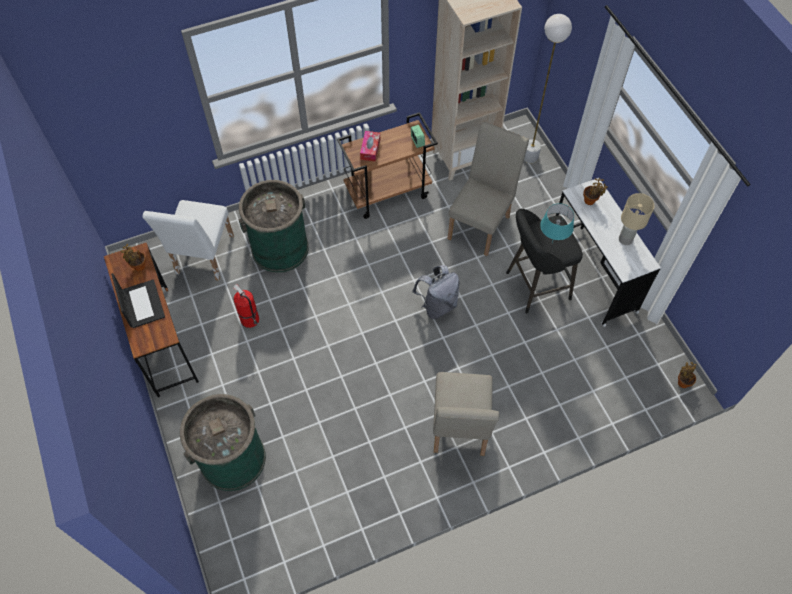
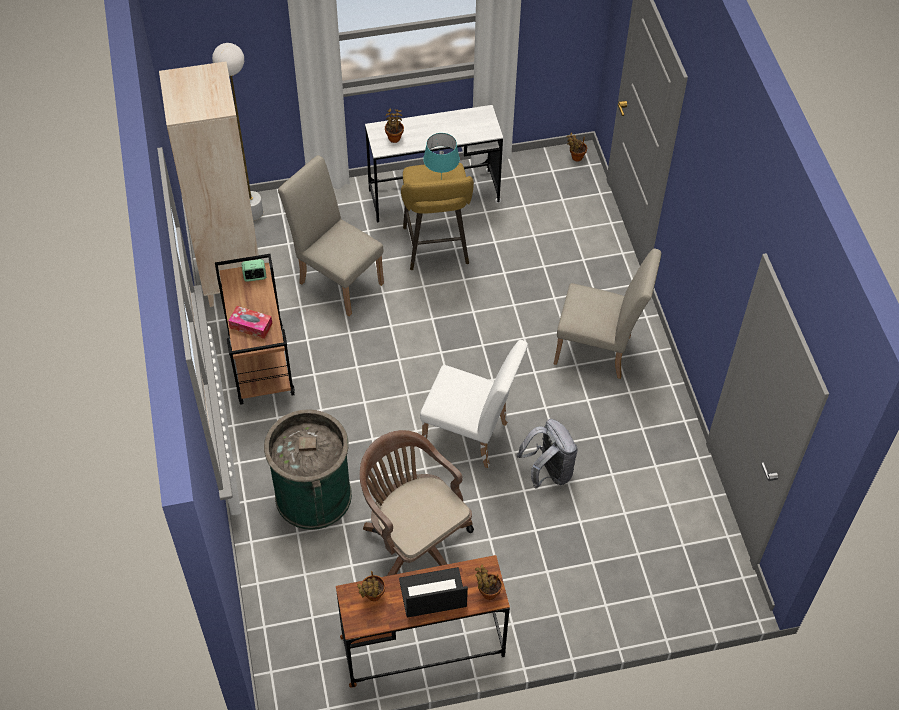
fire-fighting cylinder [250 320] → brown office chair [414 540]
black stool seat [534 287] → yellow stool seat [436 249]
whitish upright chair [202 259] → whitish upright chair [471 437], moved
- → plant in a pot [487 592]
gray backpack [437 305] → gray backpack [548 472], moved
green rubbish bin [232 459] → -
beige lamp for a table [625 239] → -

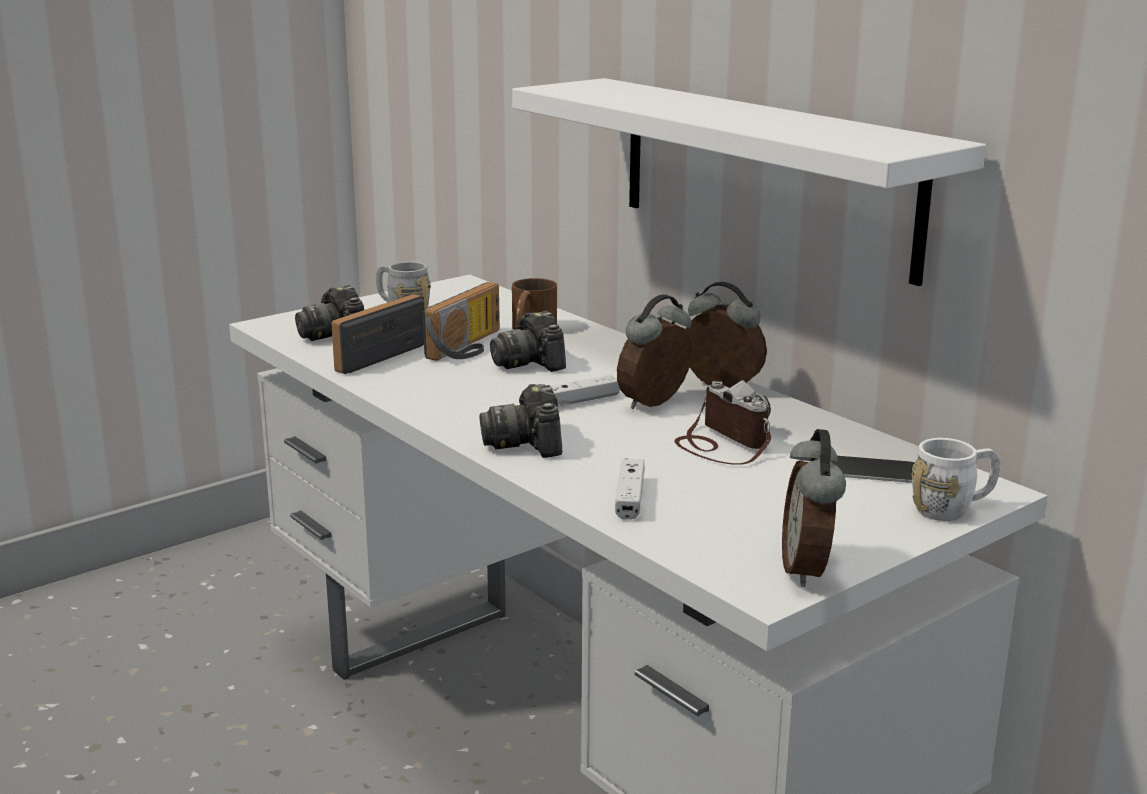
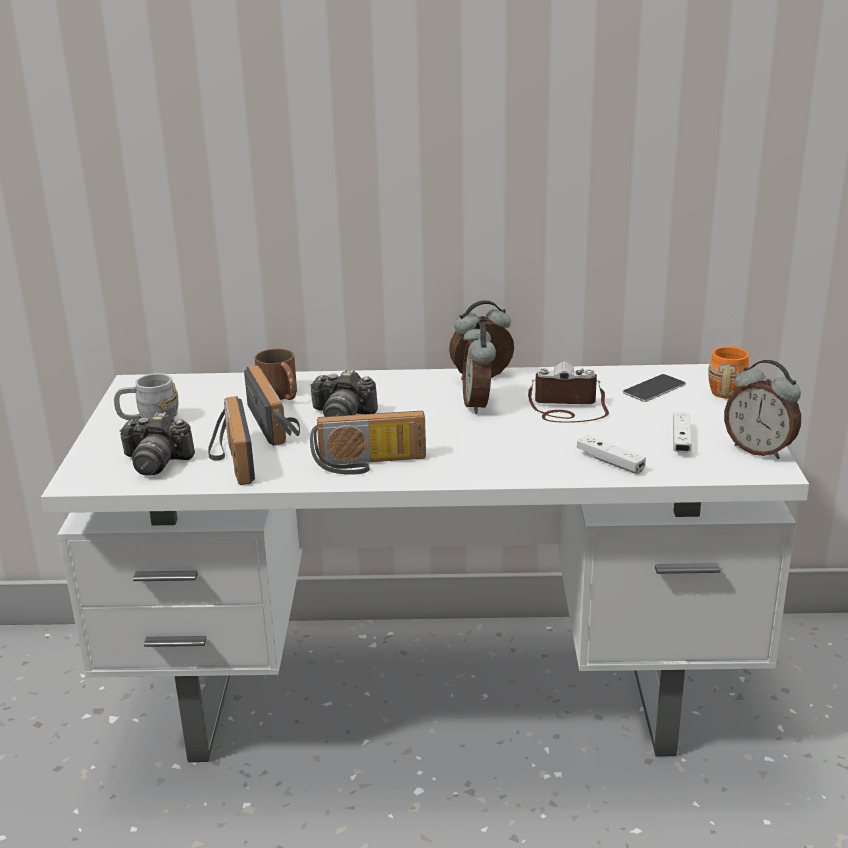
- → radio set [369 464]
whitish joypad [579 401] → whitish joypad [681 440], moved
whitish coffee mug [953 508] → orangey coffee mug [727 389]
photo camera [527 443] → -
whitish bracket shelf [765 175] → -

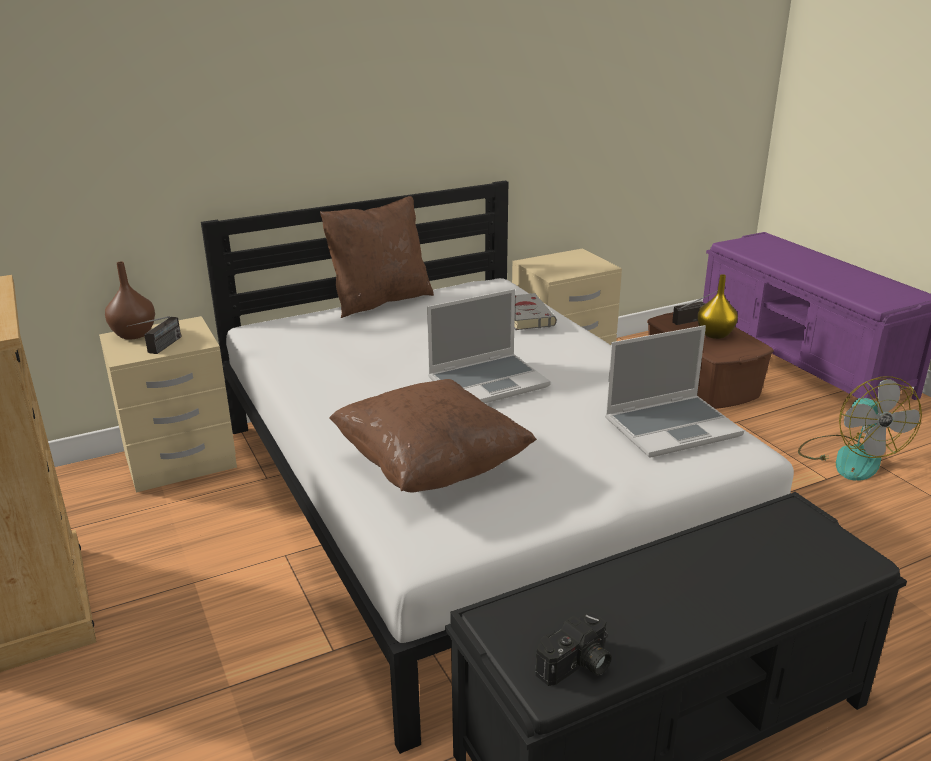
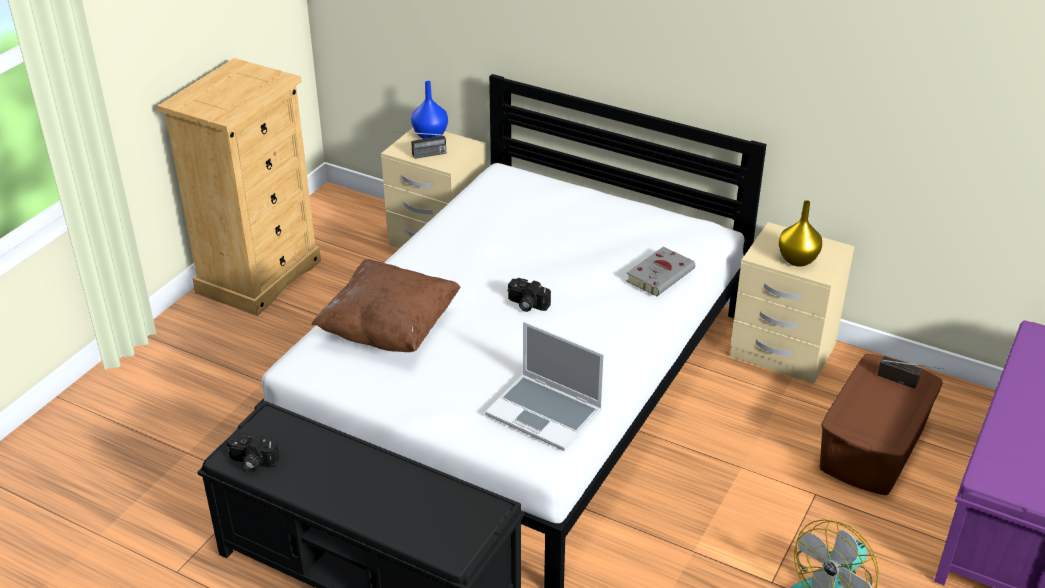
brown flower vase [134 334] → blue flower vase [431 135]
laptop [488 382] → photo camera [526 304]
yellow flower vase [715 335] → yellow flower vase [796 260], moved
brown cushion [380 301] → -

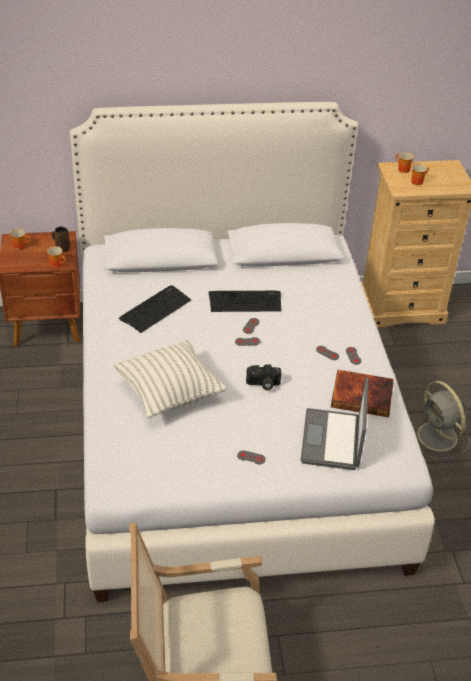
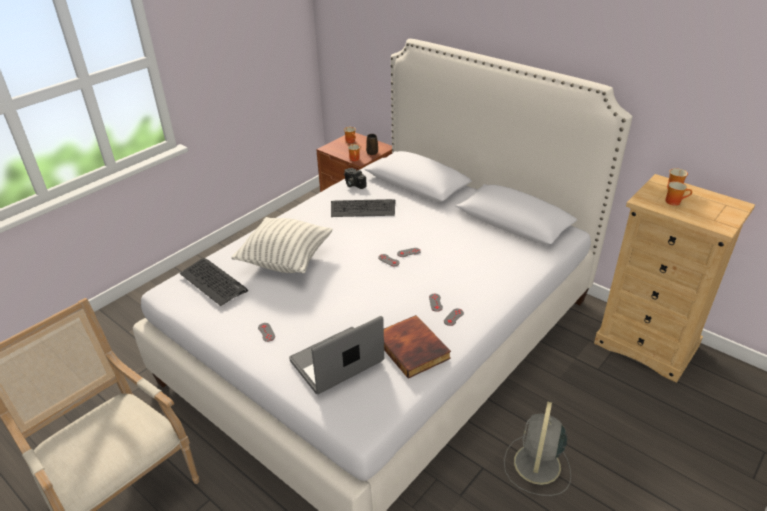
keyboard [245 302] → keyboard [213 282], moved
photo camera [263 384] → photo camera [353 184], moved

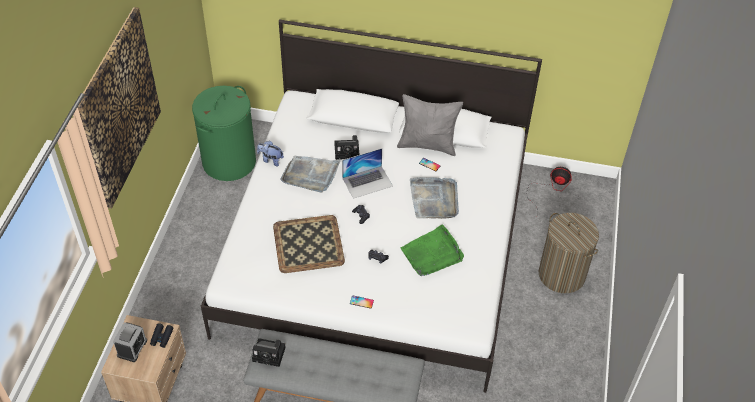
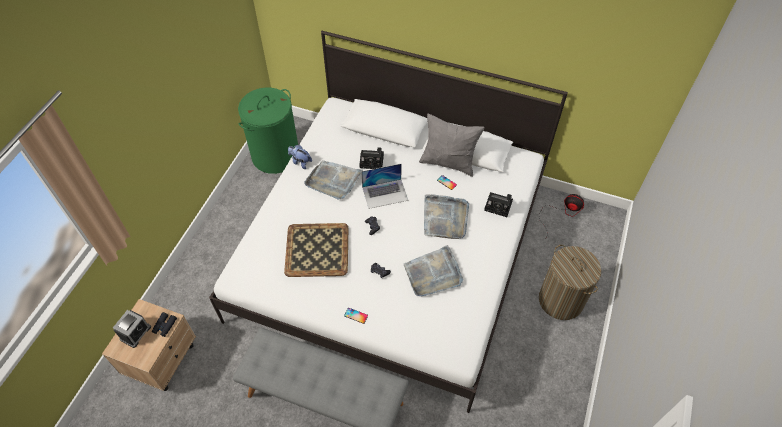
green serving tray [432 254] → gray serving tray [433 273]
photo camera [270 354] → photo camera [499 206], moved
wall art [119 108] → -

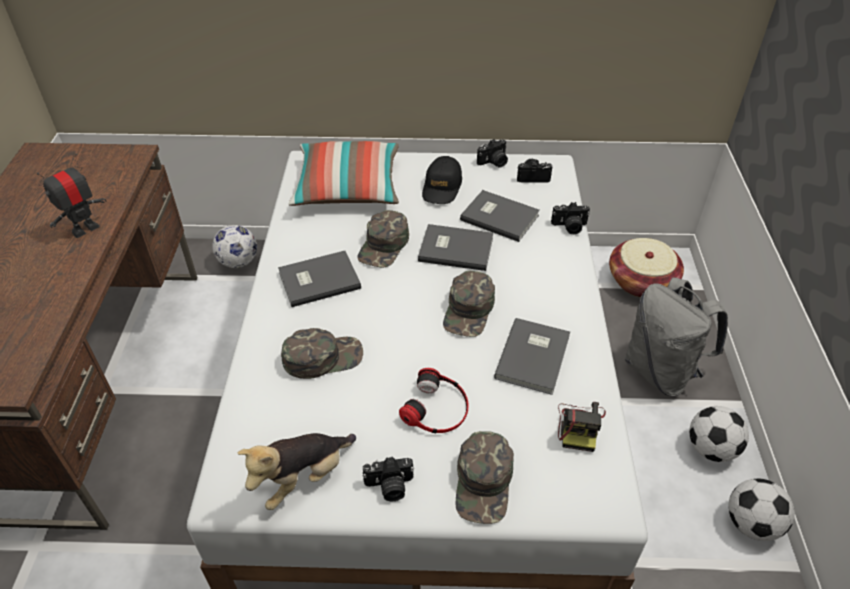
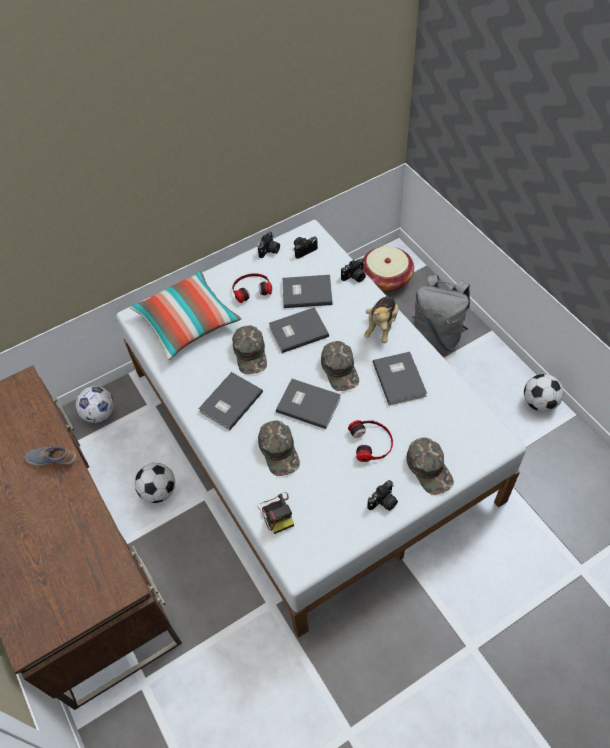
toy robot [85 229] → low shoe [53 459]
football [711 449] → football [159 491], moved
black peaked cap [442 187] → pair of headphones [251 288]
green peaked cap [323 357] → green peaked cap [279 451], 120 degrees clockwise
photo camera [579 426] → photo camera [277 513], moved
- → gray bound book [308 403]
plush toy [303 478] → plush toy [381 326], moved

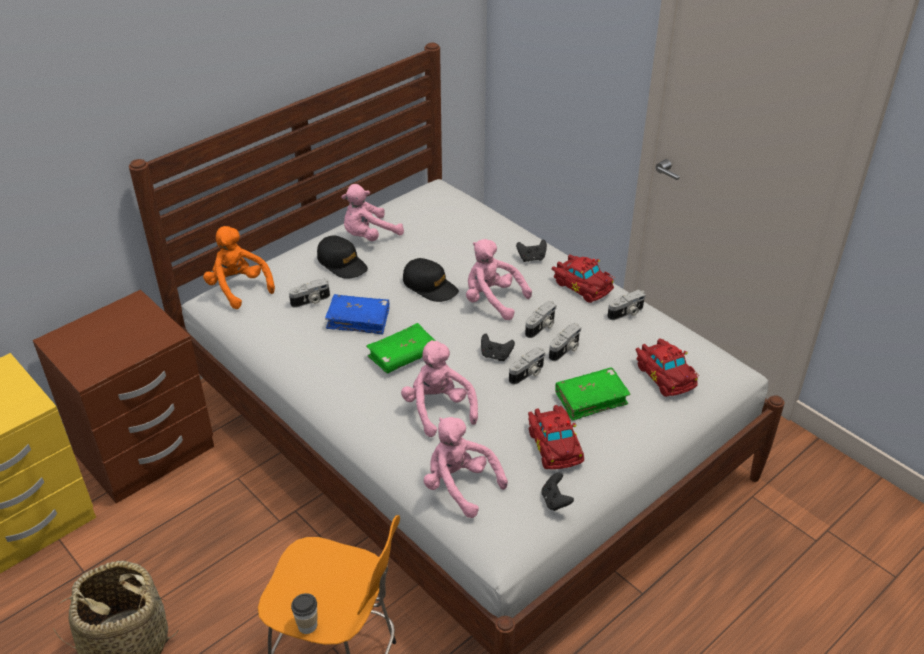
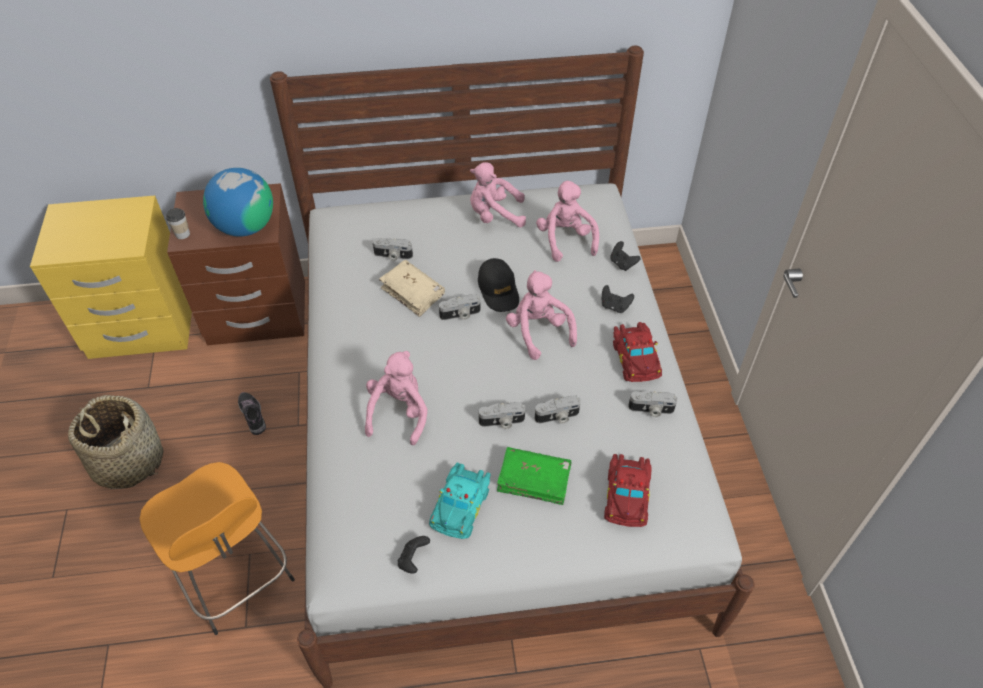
small cup [307 625] → small cup [182 234], moved
- → desk globe [246 226]
- → low shoe [253 415]
blue bound book [358 320] → beige bound book [413 293]
reddish miniature car [555 444] → blue-green miniature car [461 505]
photo camera [541 327] → photo camera [460 315], moved
pinkish plush toy [459 485] → pinkish plush toy [565 240], moved
black joypad [495 355] → black joypad [622 263], moved
orangey plush toy [238 288] → -
black peaked cap [342 263] → -
green bound book [402 356] → -

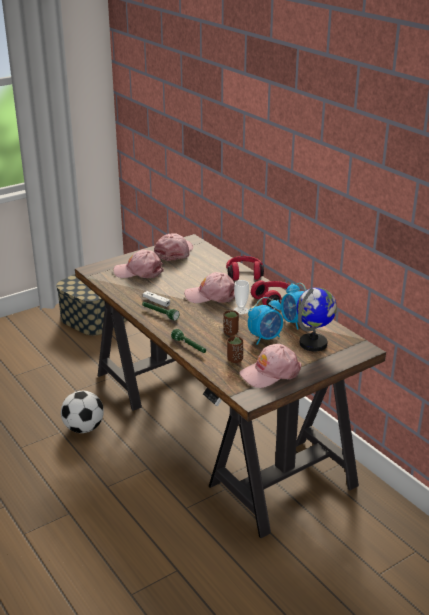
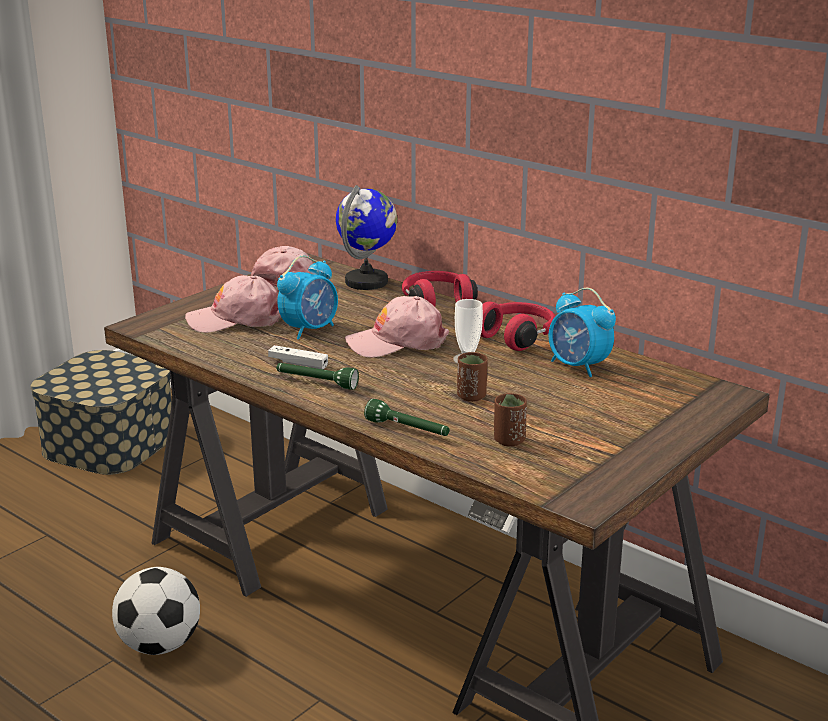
alarm clock [265 338] → alarm clock [310 330], moved
desk globe [313 344] → desk globe [367 282], moved
pinkish peaked cap [270 373] → -

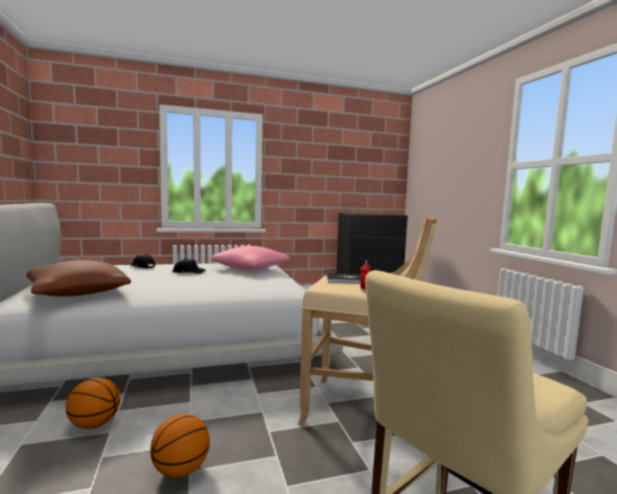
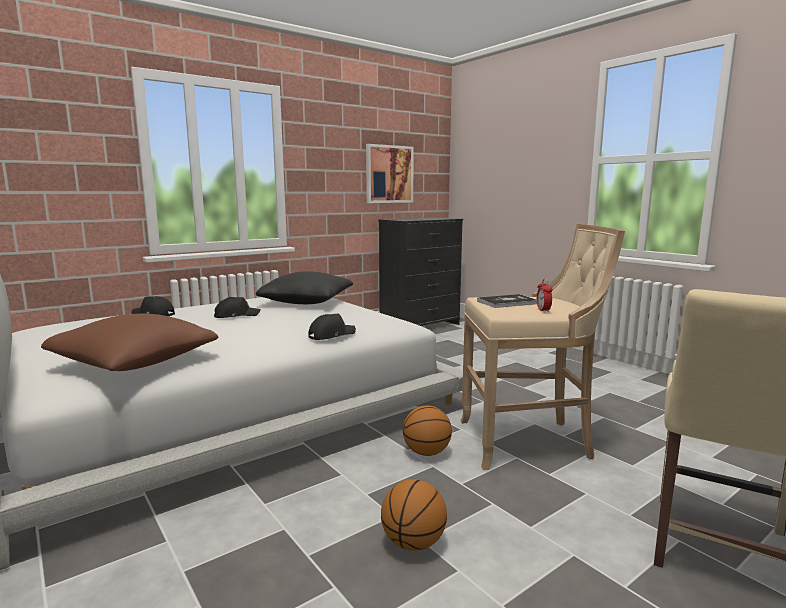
pinkish cushion [250 268] → black cushion [307 302]
- → black peaked cap [331 335]
- → wall art [389 174]
ball for basketball [94 424] → ball for basketball [426 452], moved

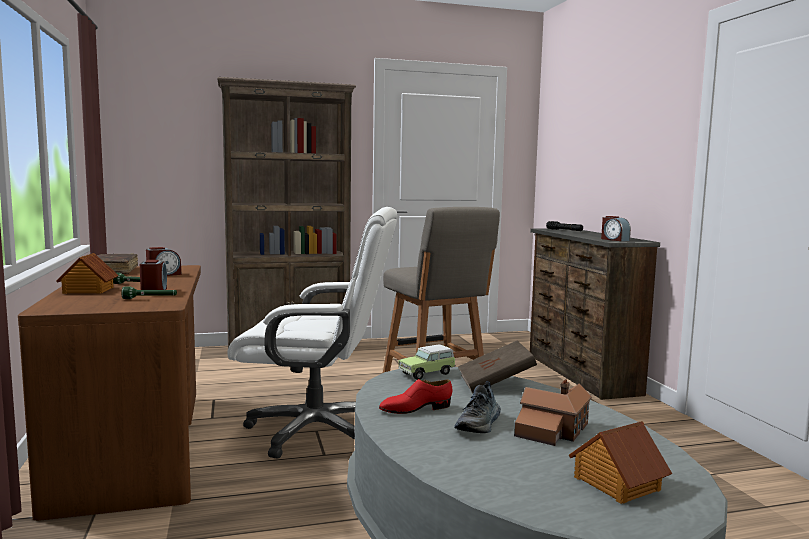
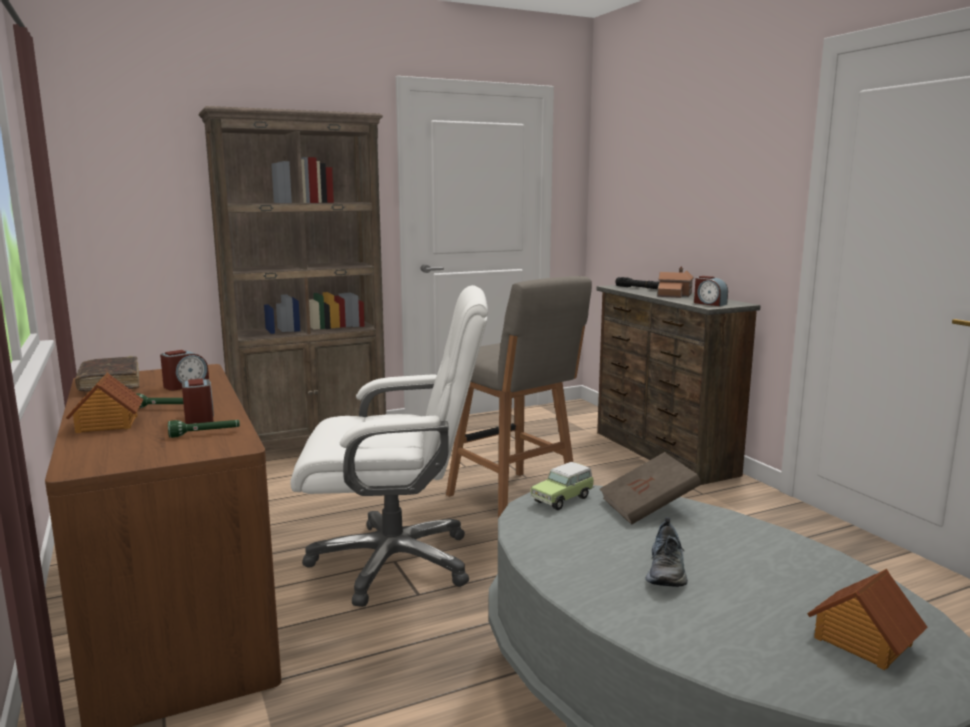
toy house [553 430] → toy house [675 294], moved
reddish low shoe [415 409] → -

